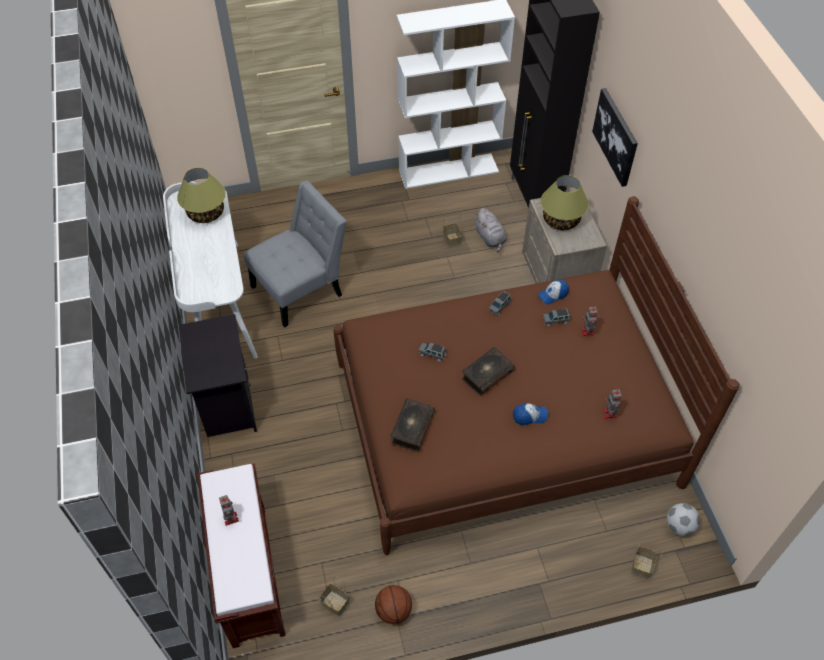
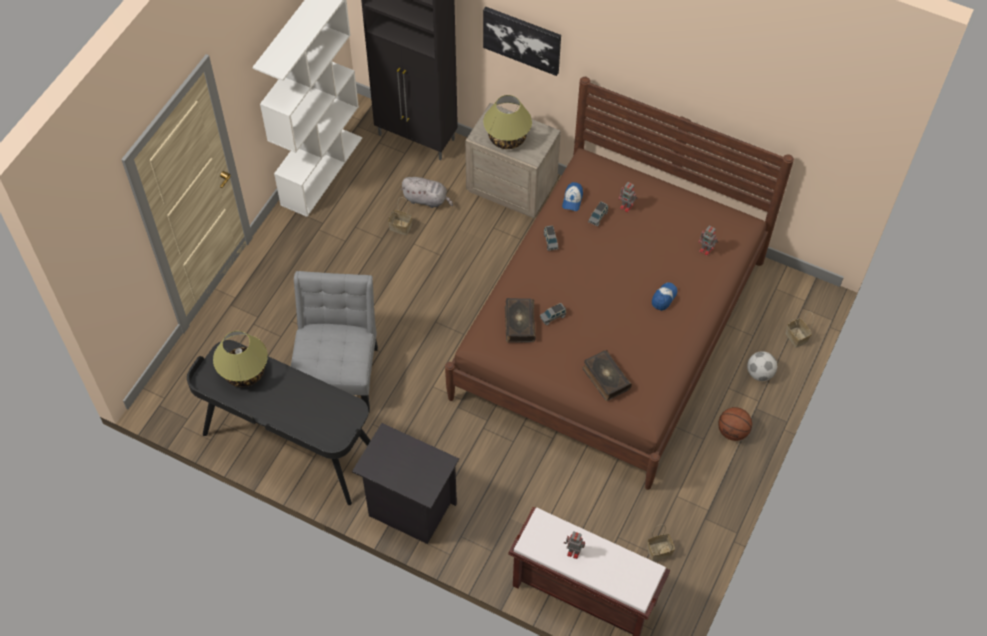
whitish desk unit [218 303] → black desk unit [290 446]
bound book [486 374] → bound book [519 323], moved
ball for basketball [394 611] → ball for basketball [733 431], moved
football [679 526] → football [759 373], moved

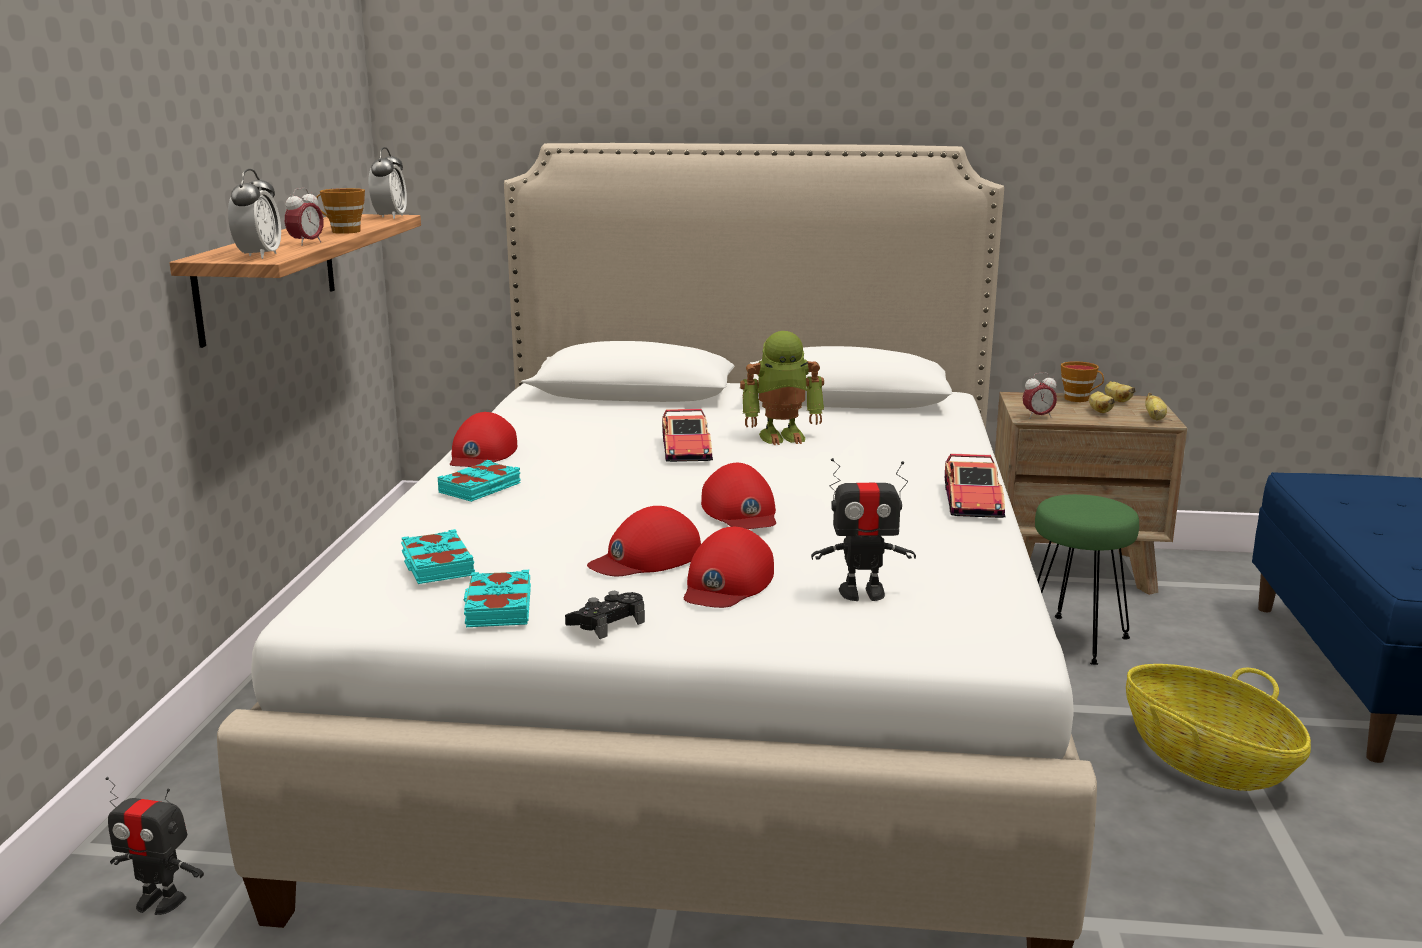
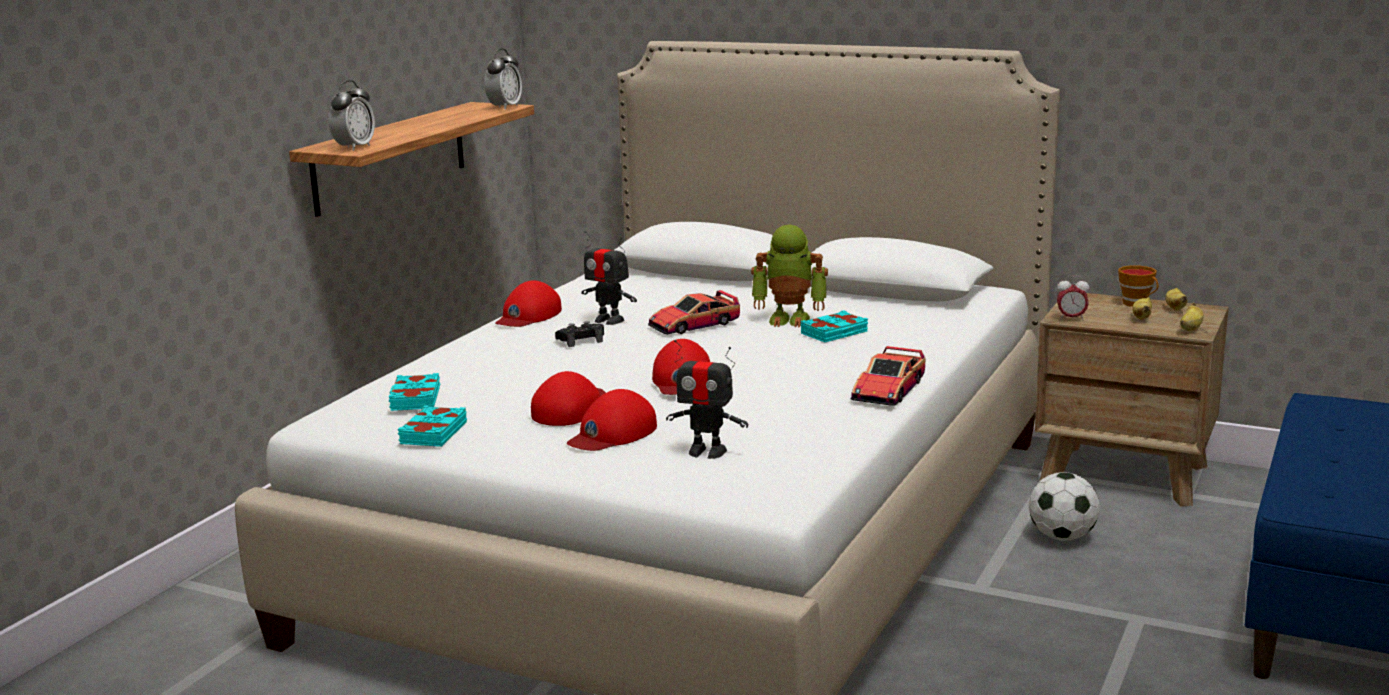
reddish peaked cap [646 558] → reddish peaked cap [571 409], 135 degrees clockwise
black joypad [607 623] → black joypad [581 340], moved
toy robot [160 901] → toy robot [609 320], moved
miniature car [686 449] → miniature car [693 324], 45 degrees clockwise
blue-green bound book [481 488] → blue-green bound book [835 333], moved
green stool seat [1073 640] → football [1062 537]
alarm clock [306 243] → -
small cup [342 231] → -
household basket [1207 760] → -

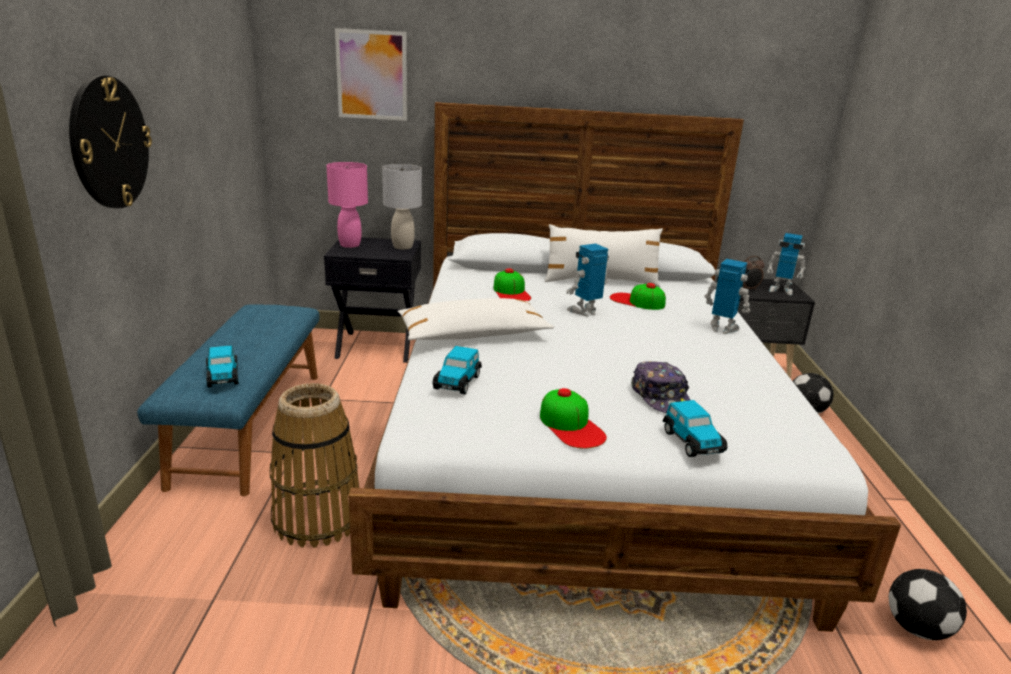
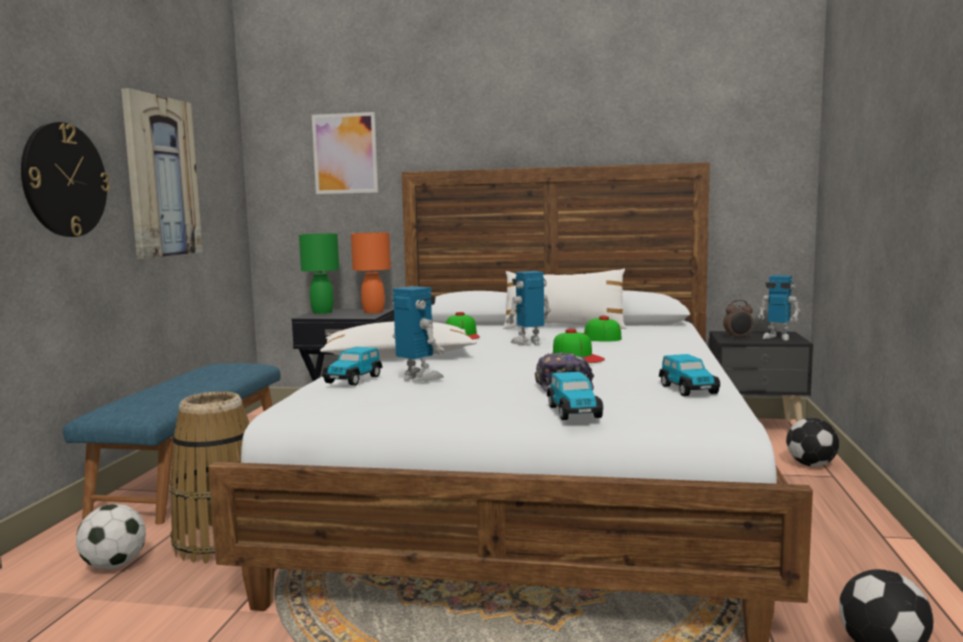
- → football [114 565]
- → wall art [161 177]
pinkish lamp for a table [350 245] → green lamp for a table [323 312]
gray lamp for a table [402 246] → orangey lamp for a table [373 312]
toy robot [722 329] → toy robot [418 378], moved
peaked cap [571 425] → peaked cap [577 356], moved
miniature car [223 377] → miniature car [688 389], moved

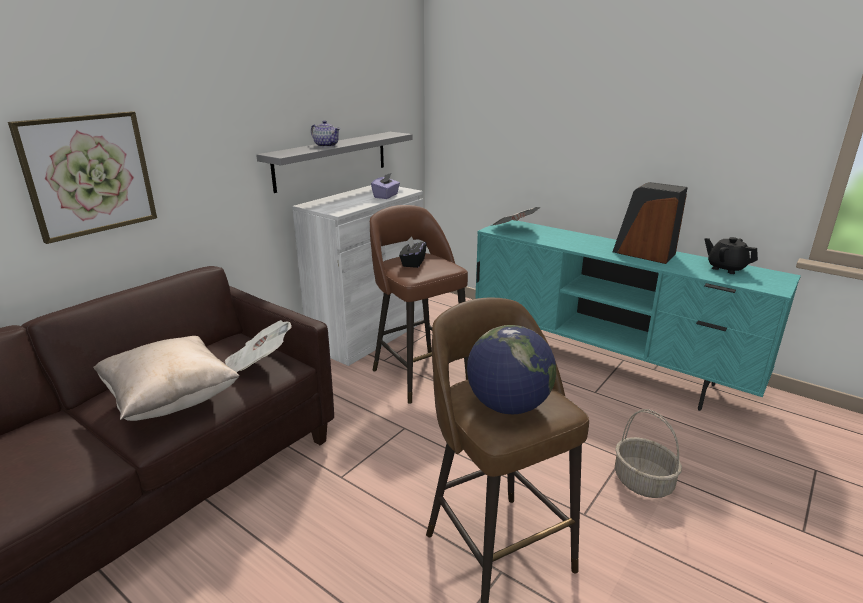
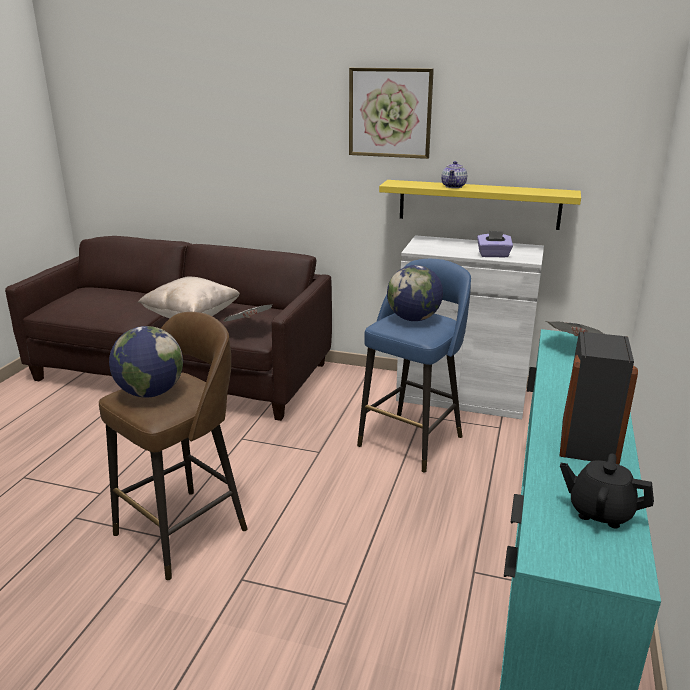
wall art [89 175] → wall art [390 113], moved
brown stool seat [419 374] → blue stool seat [412 440]
gray bracket shelf [332 160] → yellow bracket shelf [478 204]
black box of tissues [413 263] → desk globe [413 319]
black pot for tea [726 268] → black pot for tea [600 512], 90 degrees counterclockwise
household basket [643 482] → -

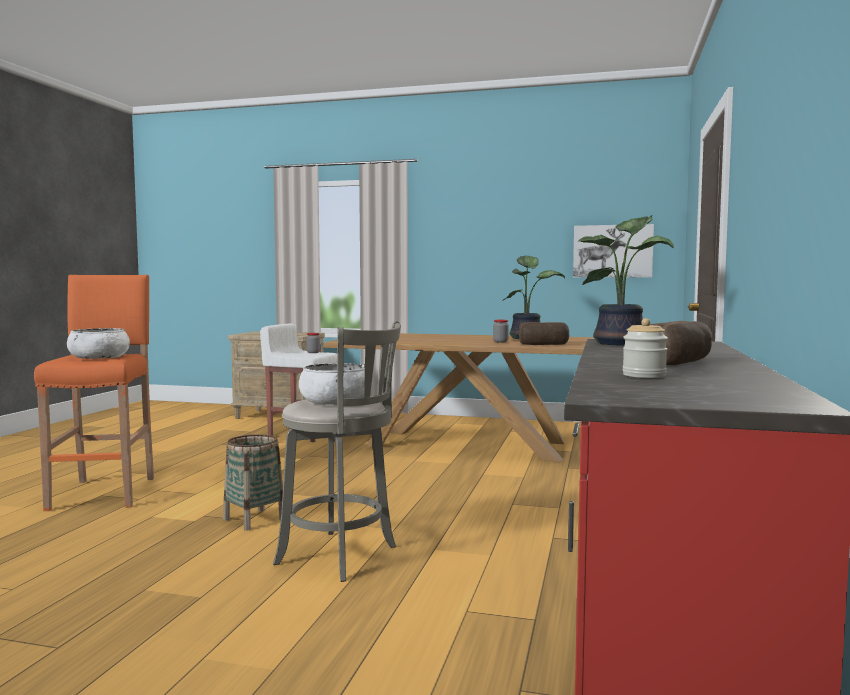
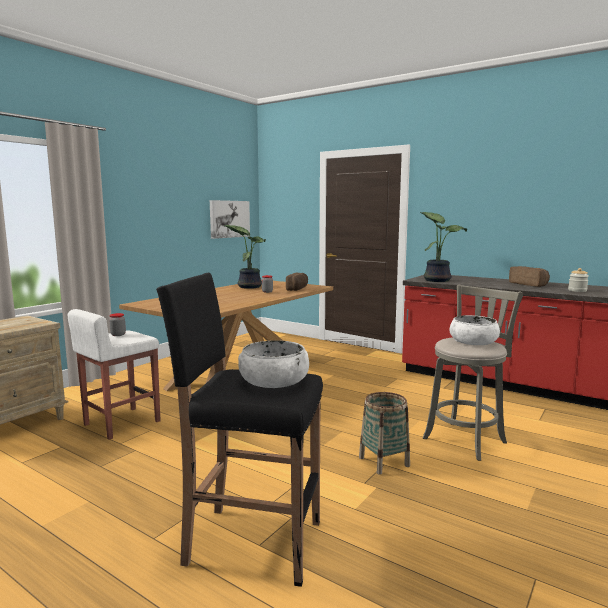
orangey stool seat [104 492] → black stool seat [251 542]

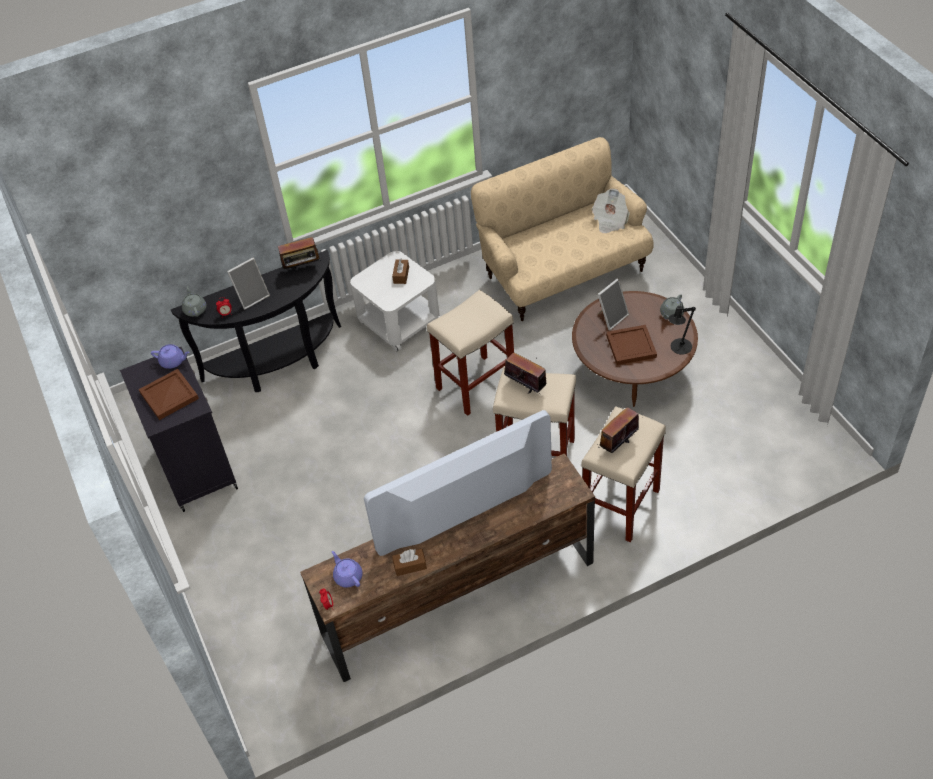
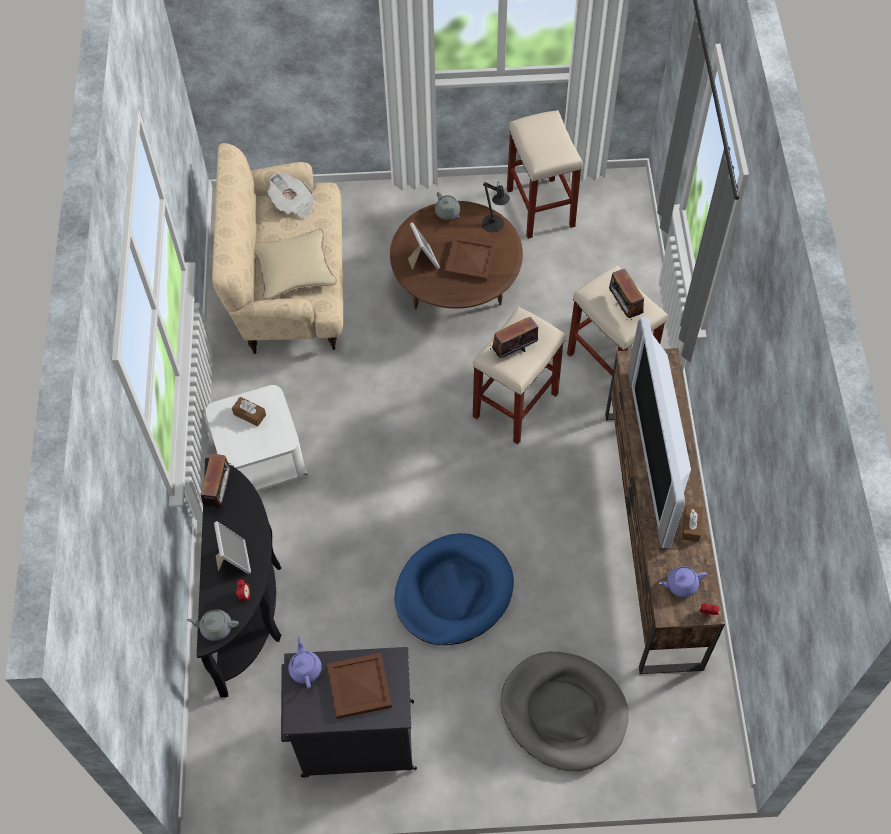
- → beige cushion [294 269]
purplish pot for tea [173 361] → purplish pot for tea [305 668], 45 degrees counterclockwise
- → blue pet bed [453 591]
- → gray pet bed [563 712]
beige stool seat [475 386] → beige stool seat [541 208], moved

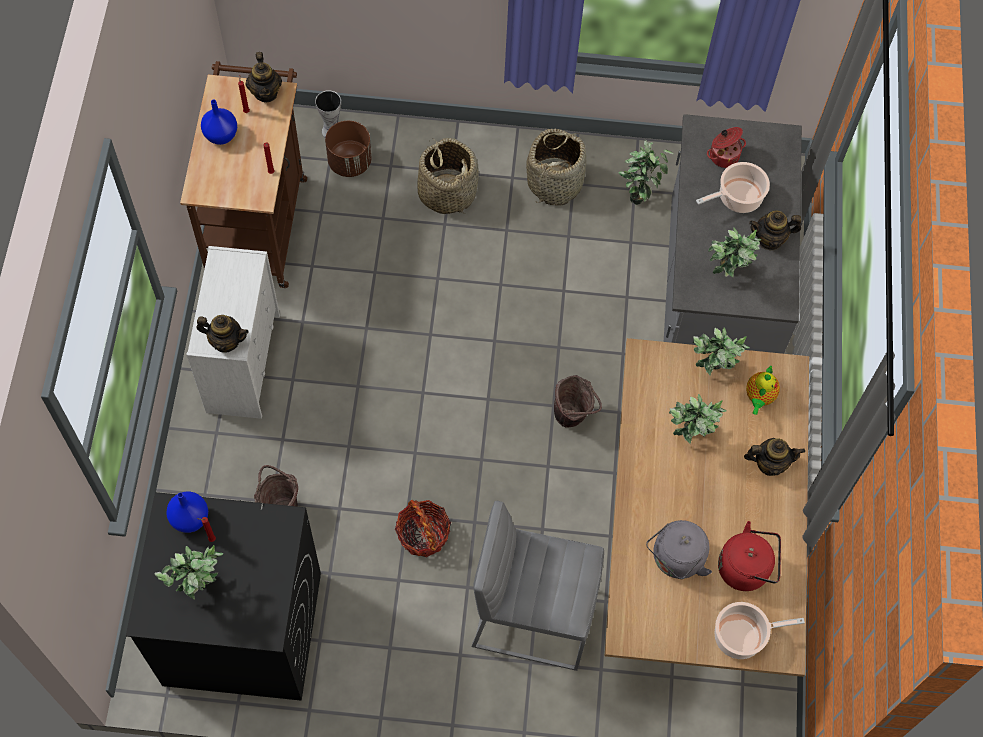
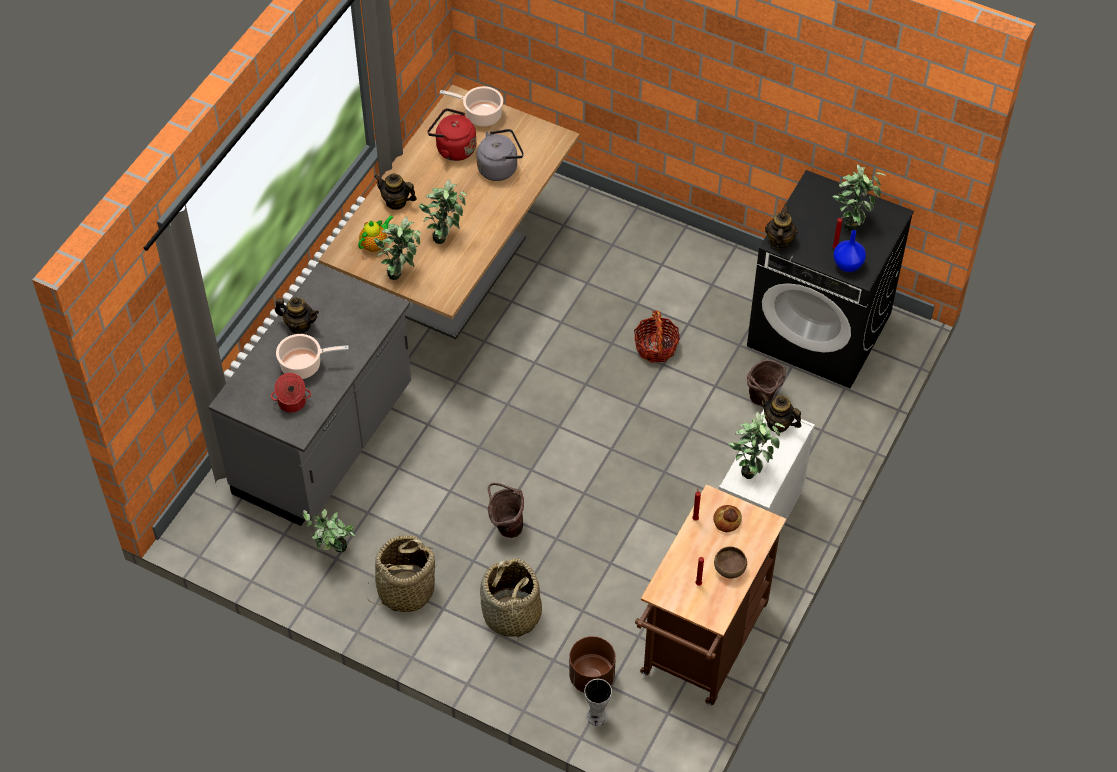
brown bucket [573 417] → brown bucket [506 526], moved
- → bakery bread [727 520]
blue flower vase [222 135] → brown serving bowl [729 568]
plant in a pot [726 276] → plant in a pot [752 467], moved
pot for tea [266 92] → pot for tea [779 241], moved
gray stool seat [532 615] → -

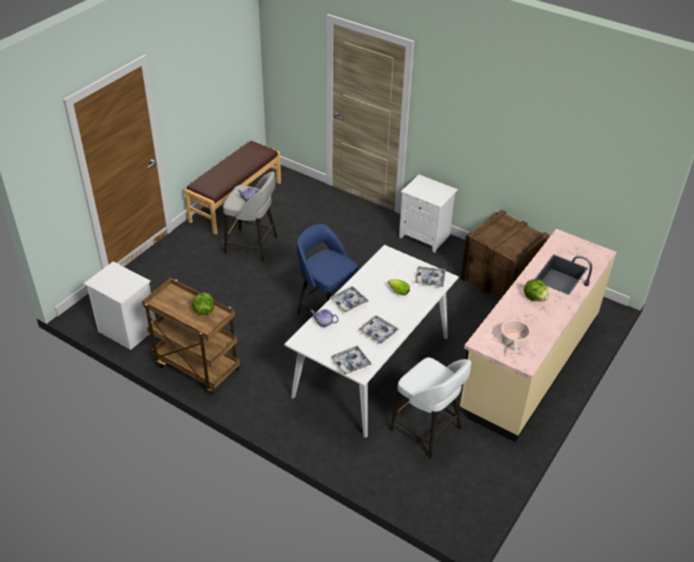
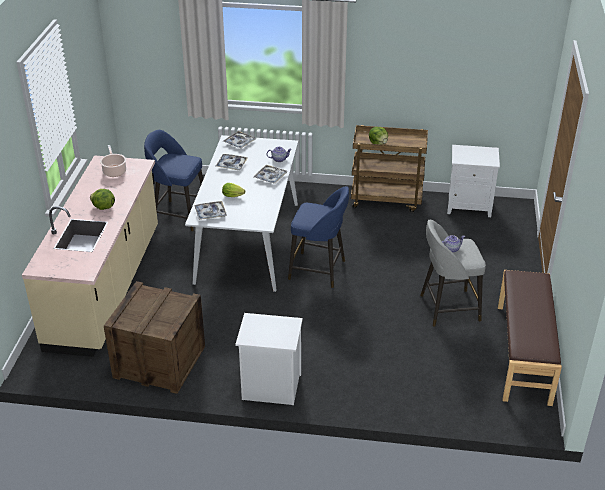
whitish stool seat [427 430] → blue stool seat [179 215]

